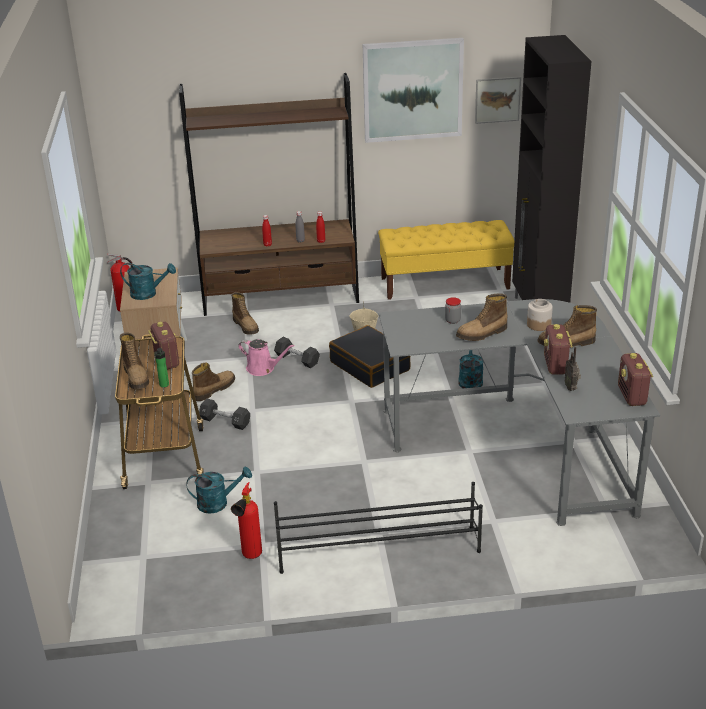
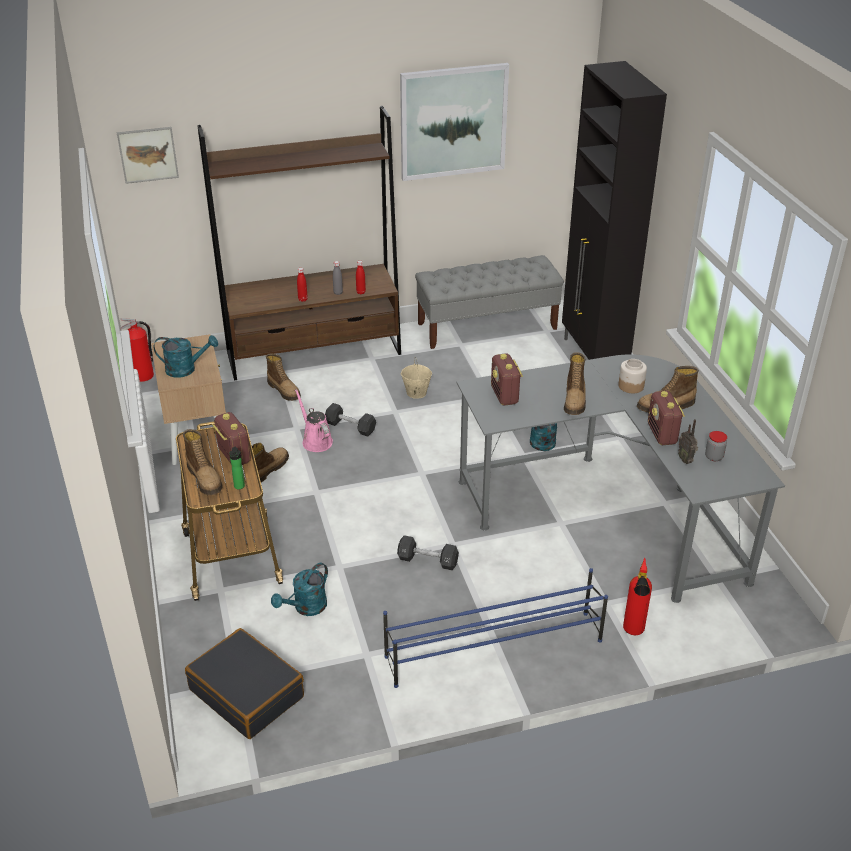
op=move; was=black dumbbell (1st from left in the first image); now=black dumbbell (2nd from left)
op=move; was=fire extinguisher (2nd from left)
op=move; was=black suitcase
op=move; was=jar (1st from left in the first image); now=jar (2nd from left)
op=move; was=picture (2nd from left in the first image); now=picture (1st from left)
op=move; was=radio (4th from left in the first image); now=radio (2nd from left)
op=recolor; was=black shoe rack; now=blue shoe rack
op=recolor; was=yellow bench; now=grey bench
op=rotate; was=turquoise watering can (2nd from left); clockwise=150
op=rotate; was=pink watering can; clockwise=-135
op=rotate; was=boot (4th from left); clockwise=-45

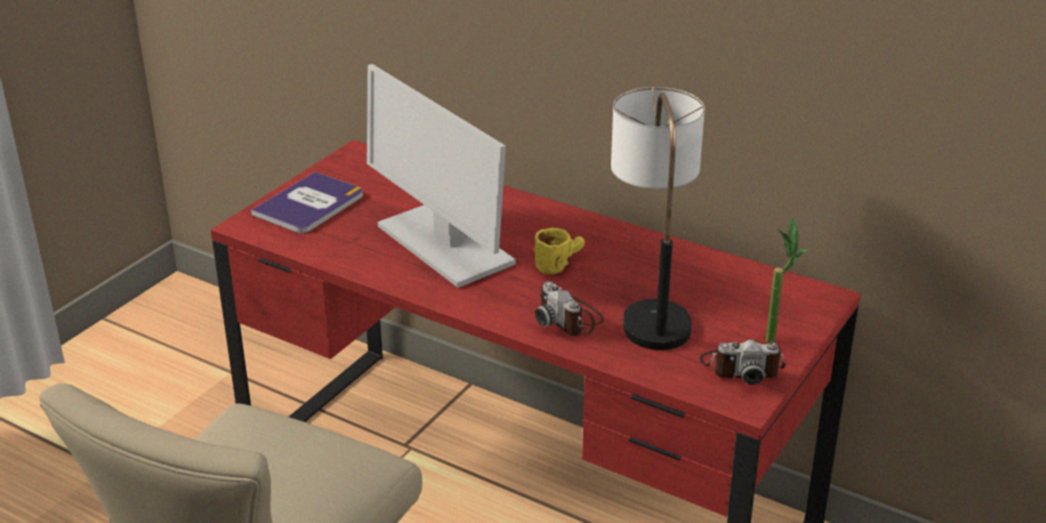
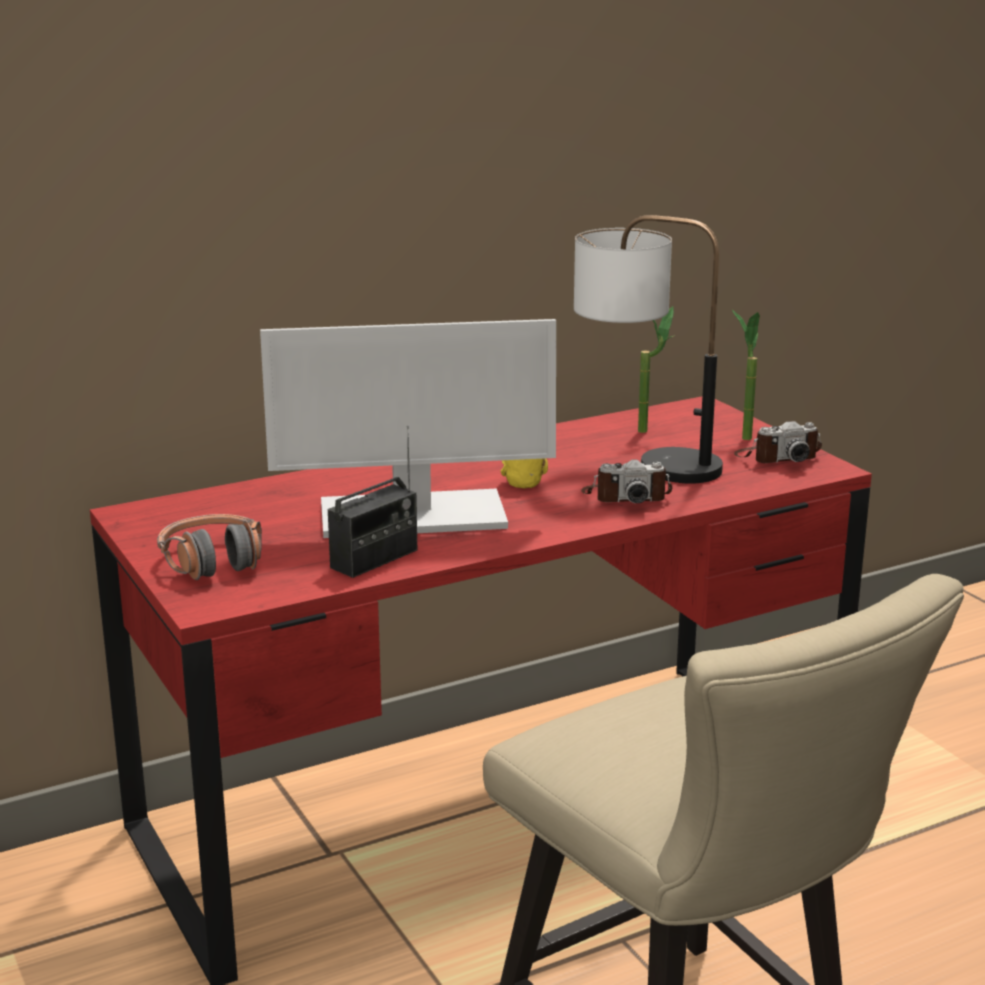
op=insert; now=radio
op=insert; now=potted plant (1st from left)
op=replace; was=book; now=headphones
op=rotate; was=photo camera (2nd from left); clockwise=45

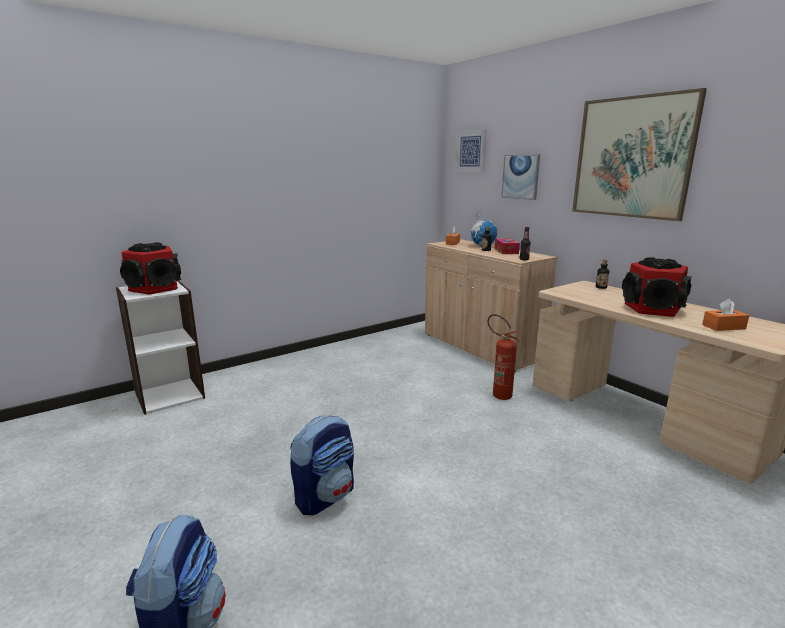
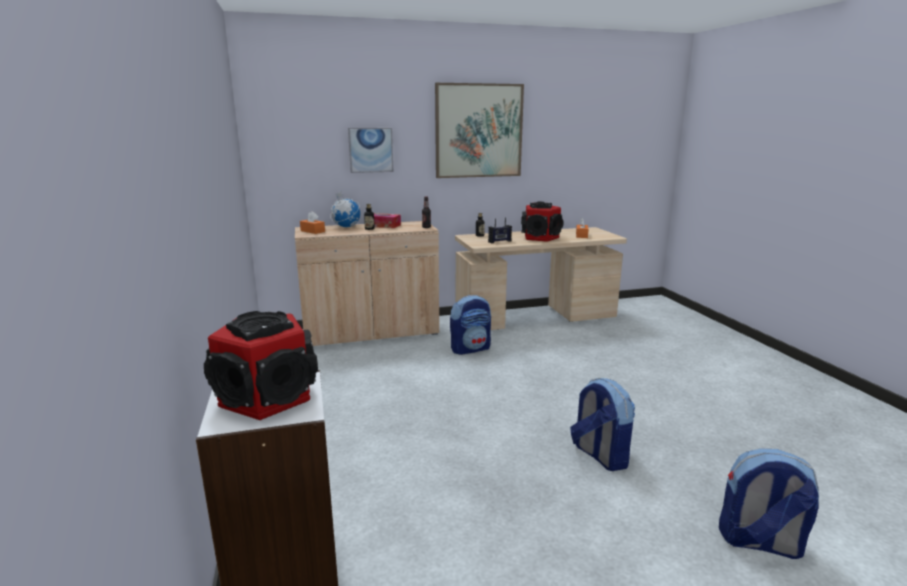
op=delete; was=picture (1st from left)
op=insert; now=radio
op=replace; was=fire extinguisher; now=backpack (1st from left)

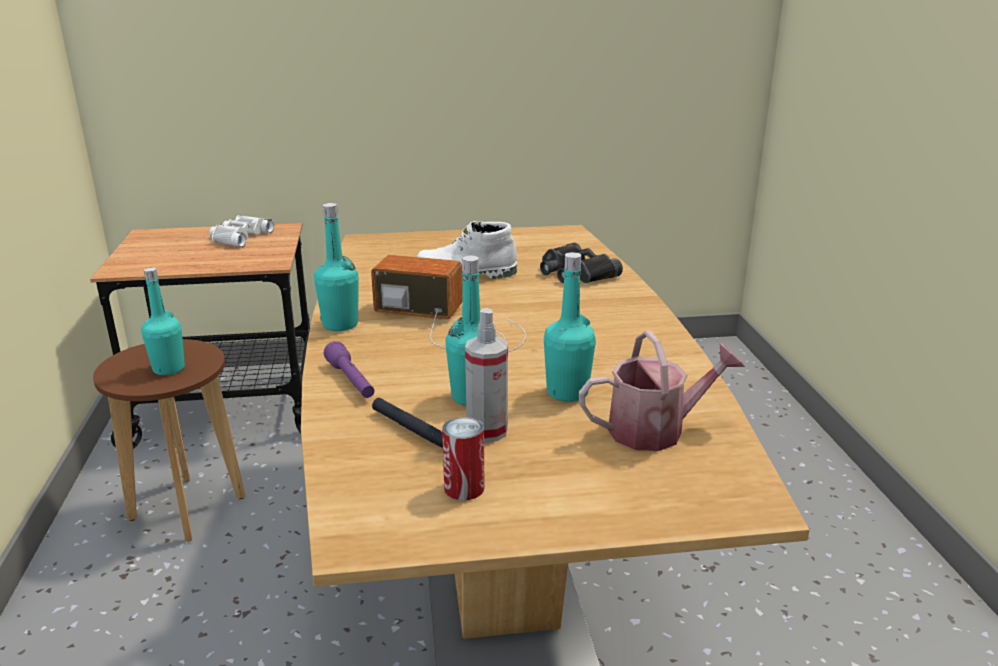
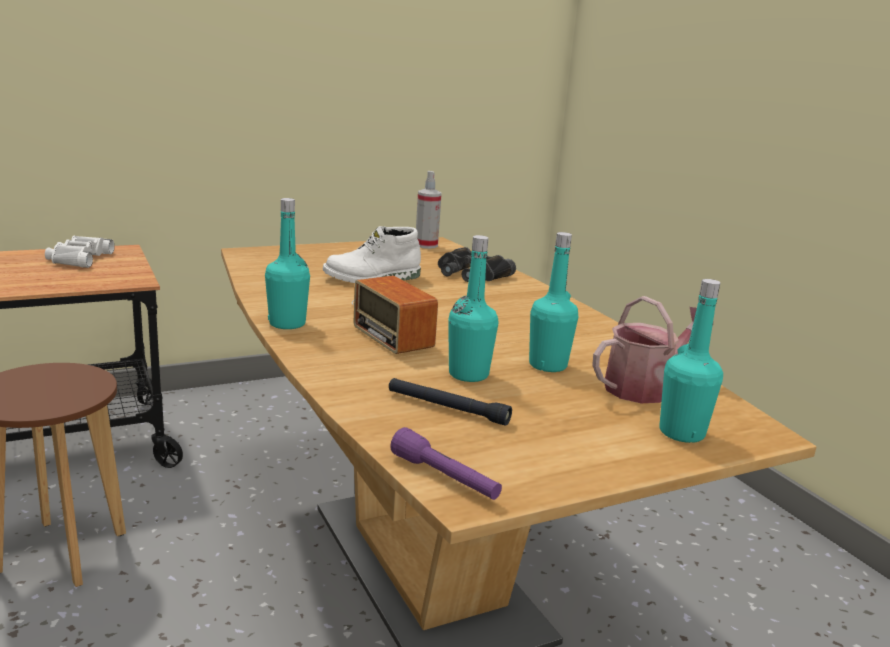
op=delete; was=can
op=move; was=turquoise bottle (1st from left in the first image); now=turquoise bottle (4th from left)
op=move; was=purple flashlight
op=move; was=spray bottle
op=rotate; was=radio; clockwise=-120

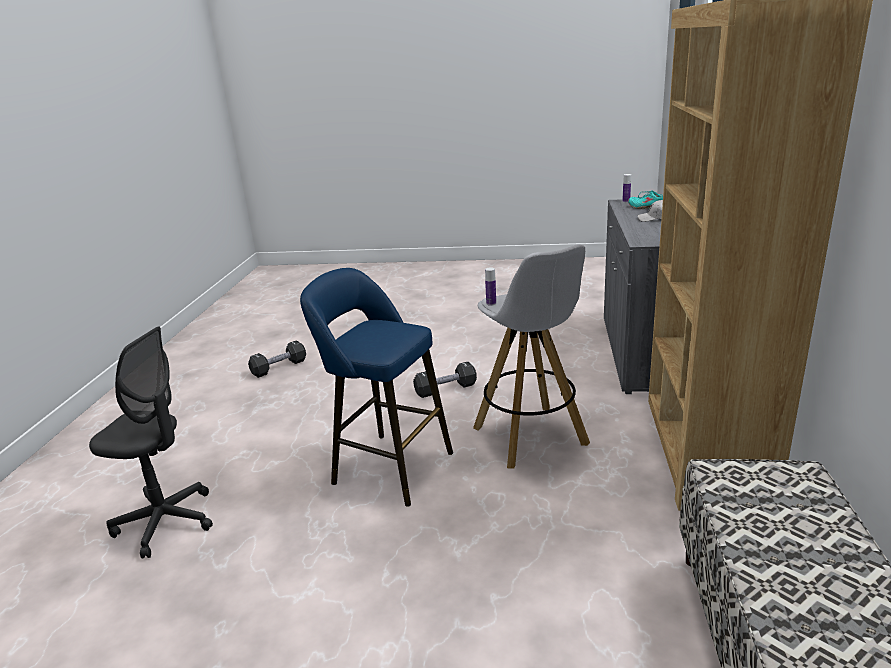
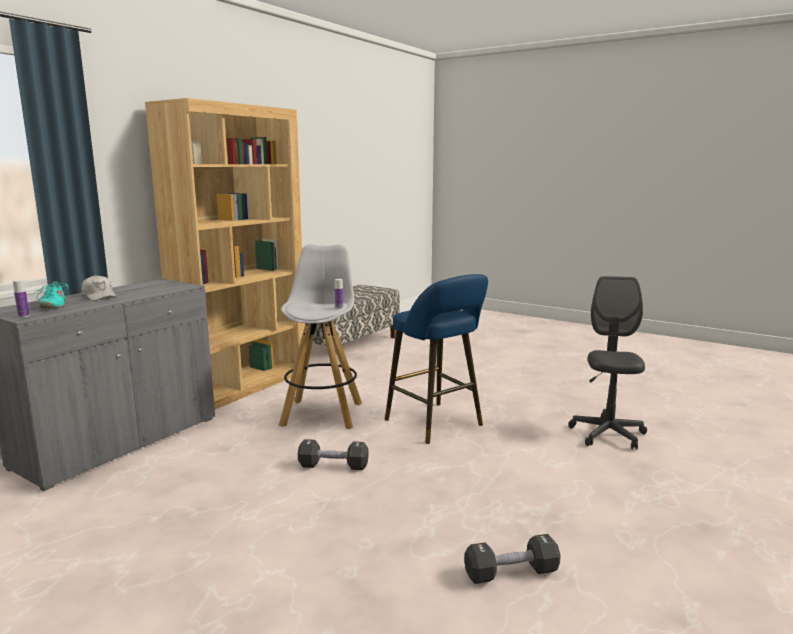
op=rotate; was=grey office chair; clockwise=60

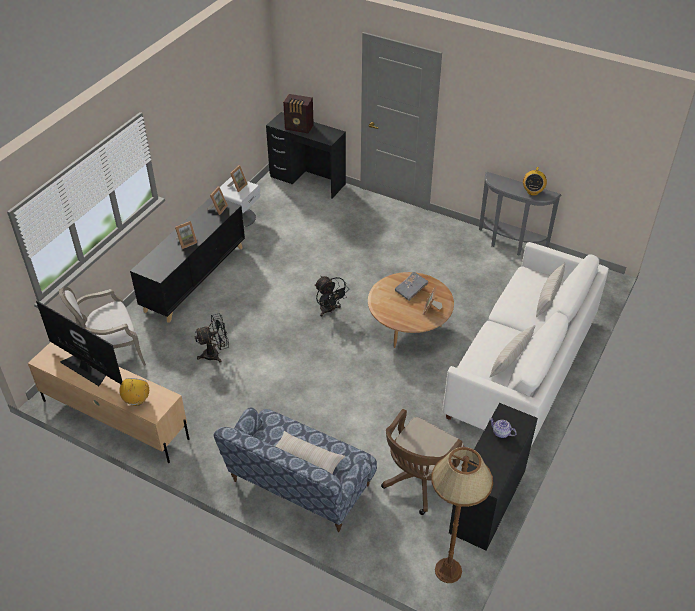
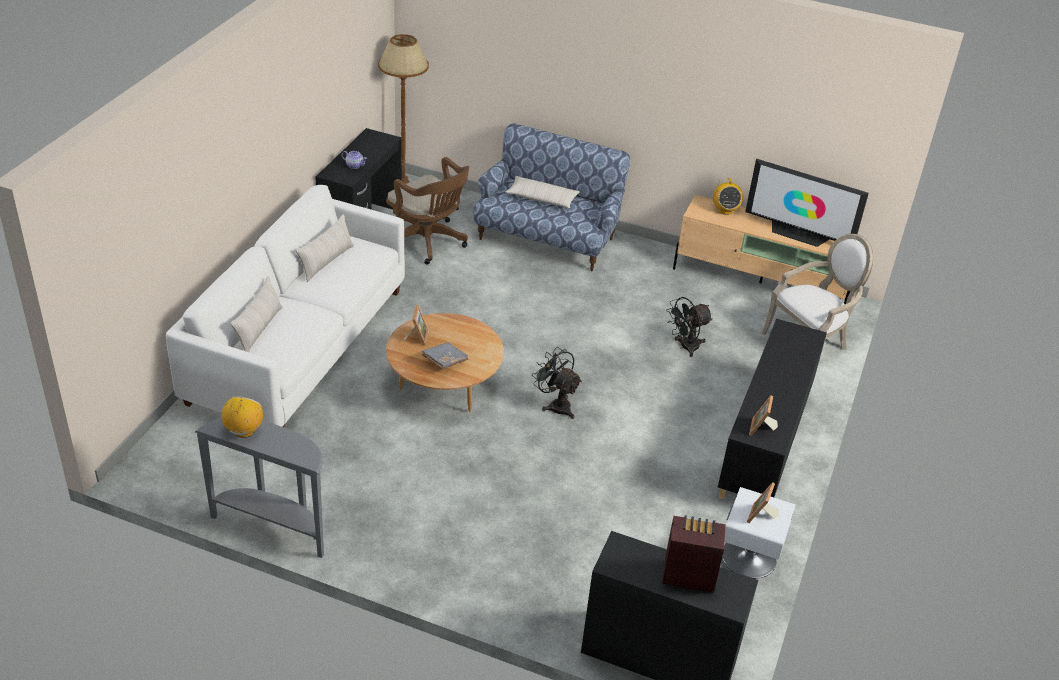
op=delete; was=picture frame (1st from left)
op=rotate; was=brown office chair; clockwise=105

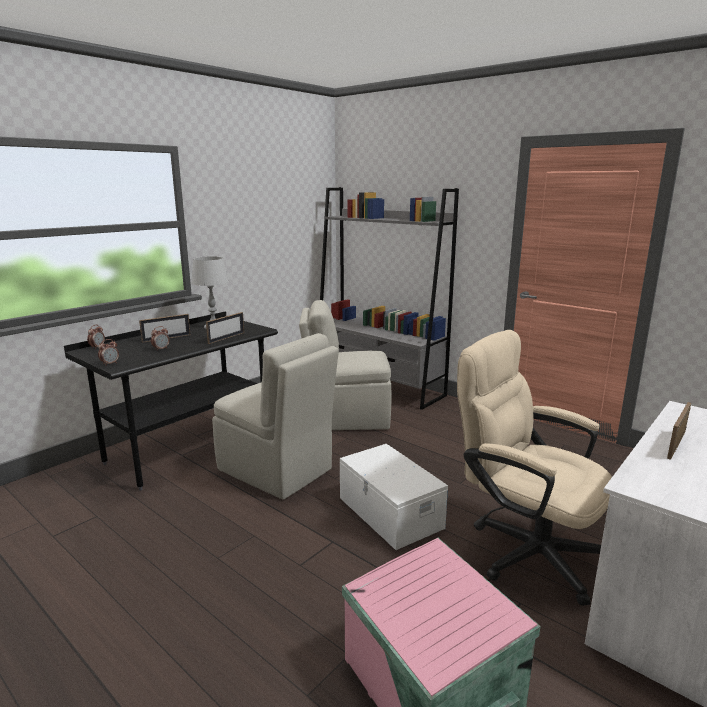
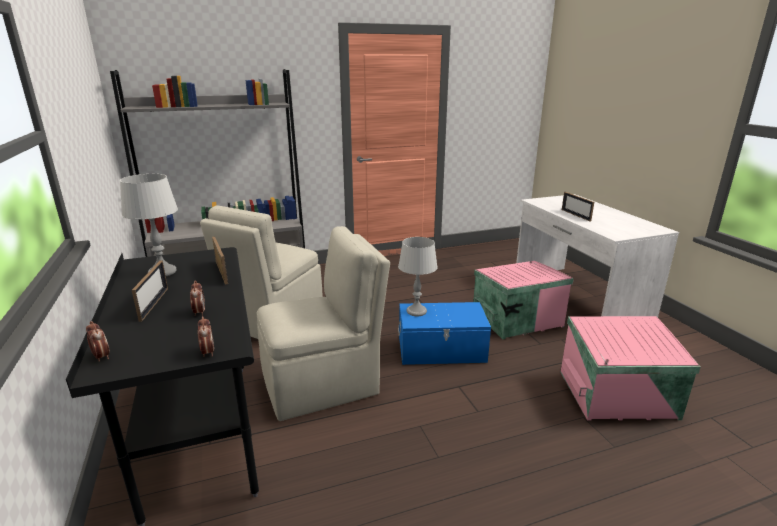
op=insert; now=grey table lamp (2nd from left)
op=replace; was=beige office chair; now=pink storage box (1st from left)
op=recolor; was=white storage box; now=blue storage box

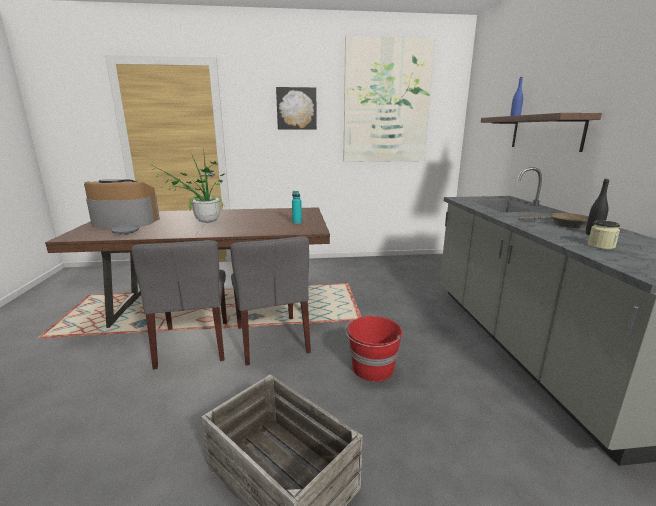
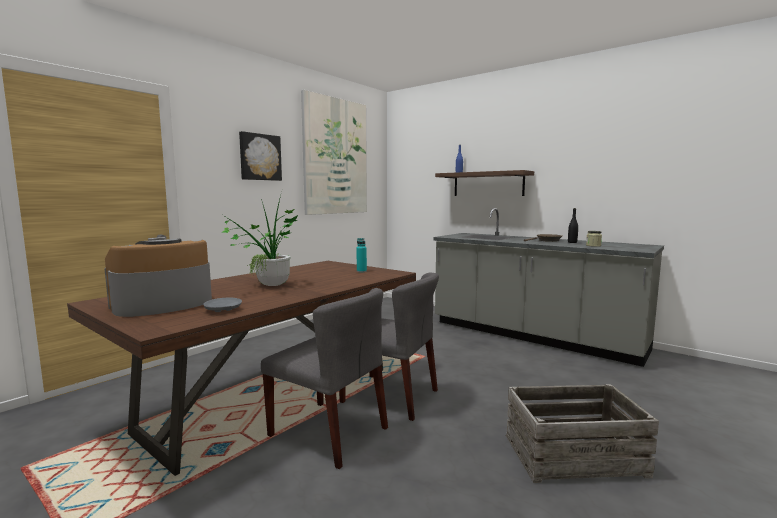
op=delete; was=red bucket

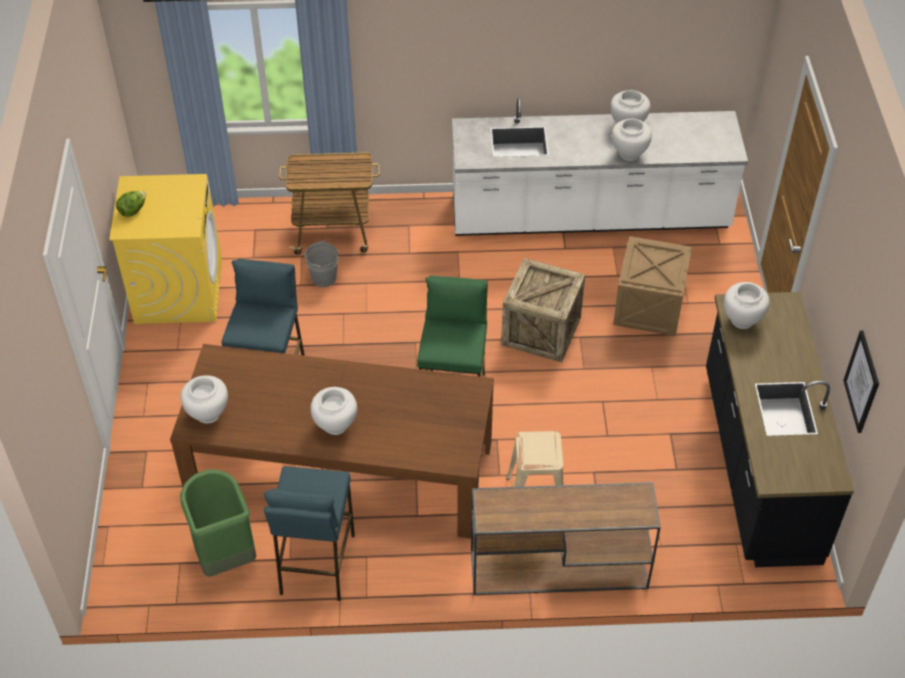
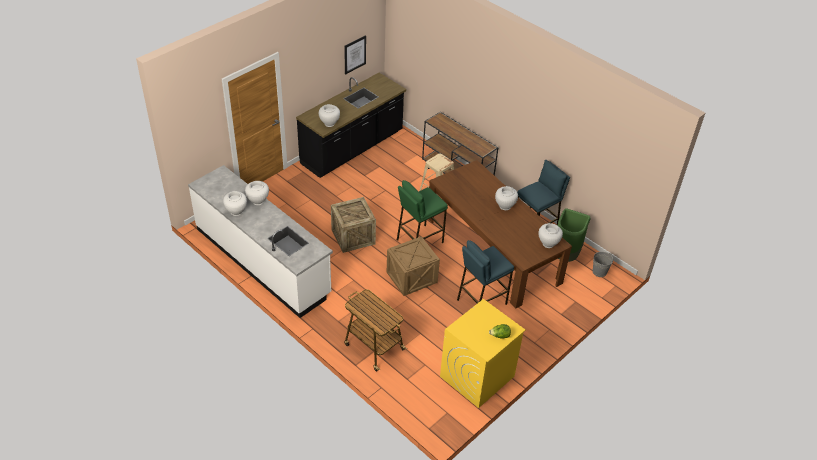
op=move; was=grey bucket
op=move; was=crate (2nd from left)

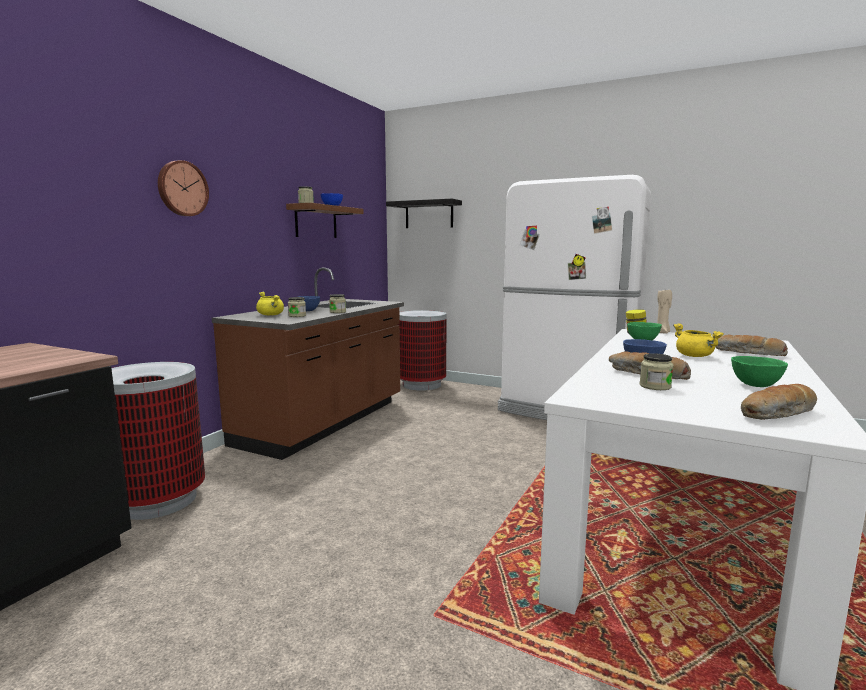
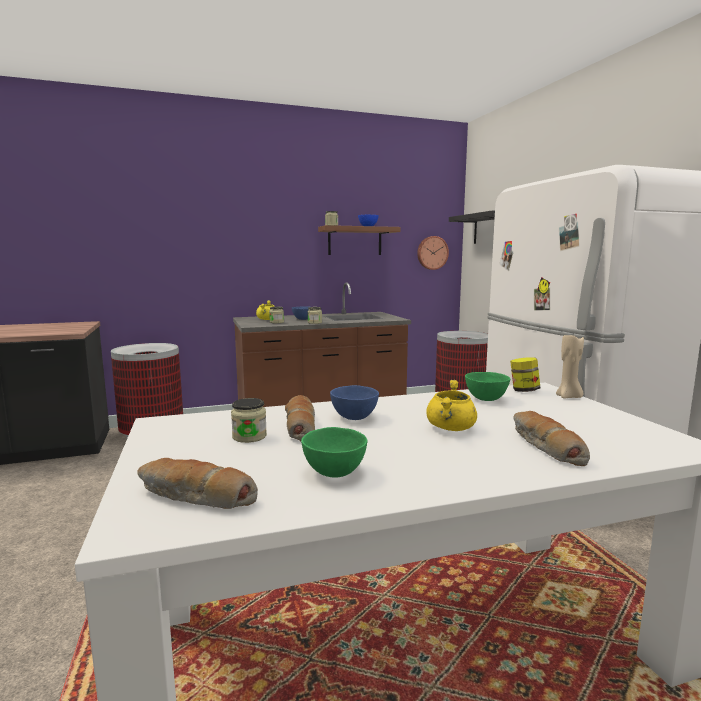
op=move; was=wall clock

